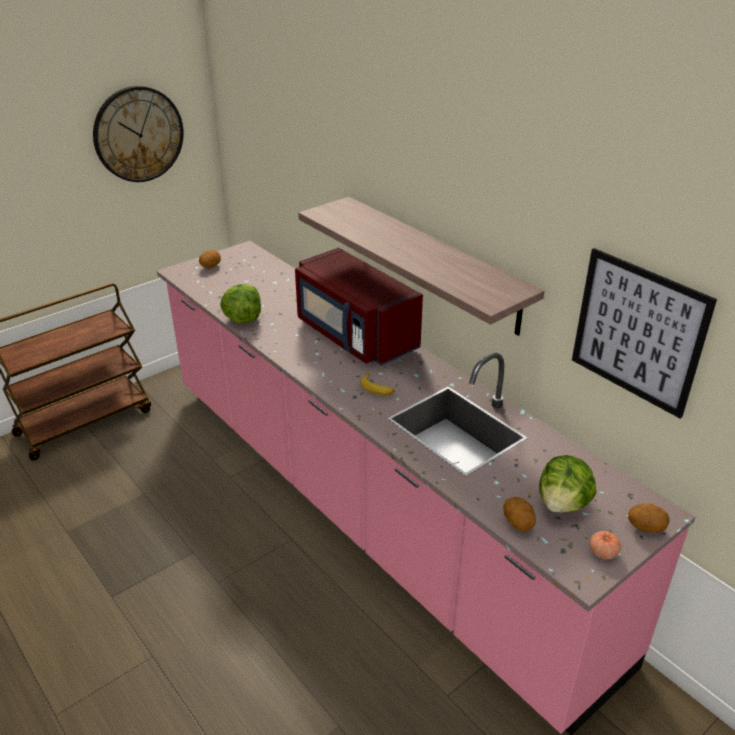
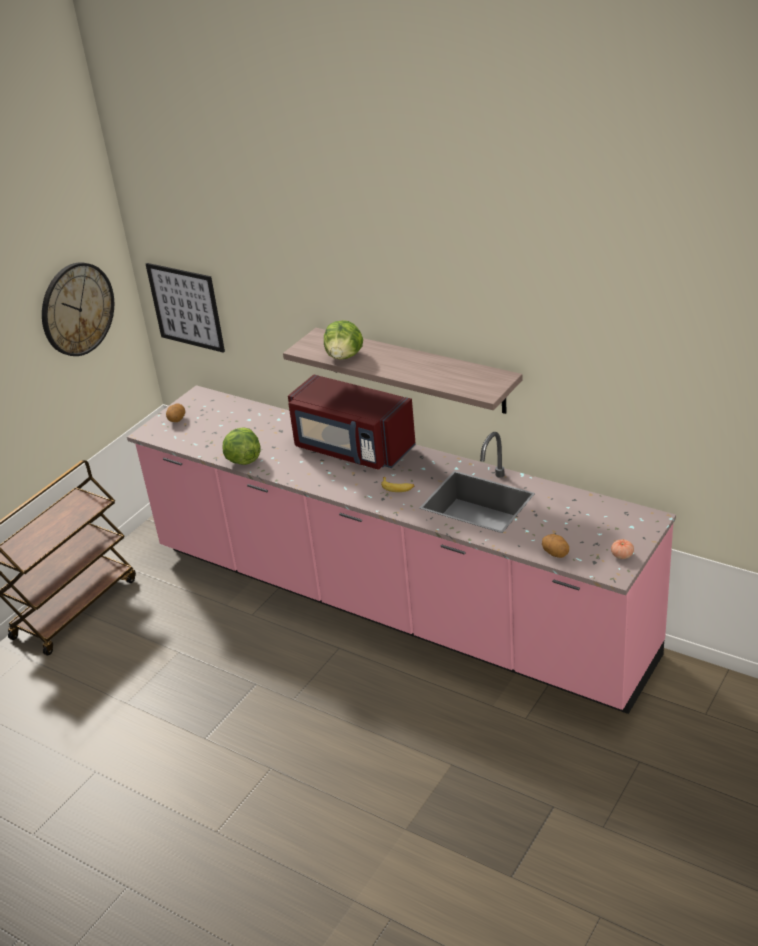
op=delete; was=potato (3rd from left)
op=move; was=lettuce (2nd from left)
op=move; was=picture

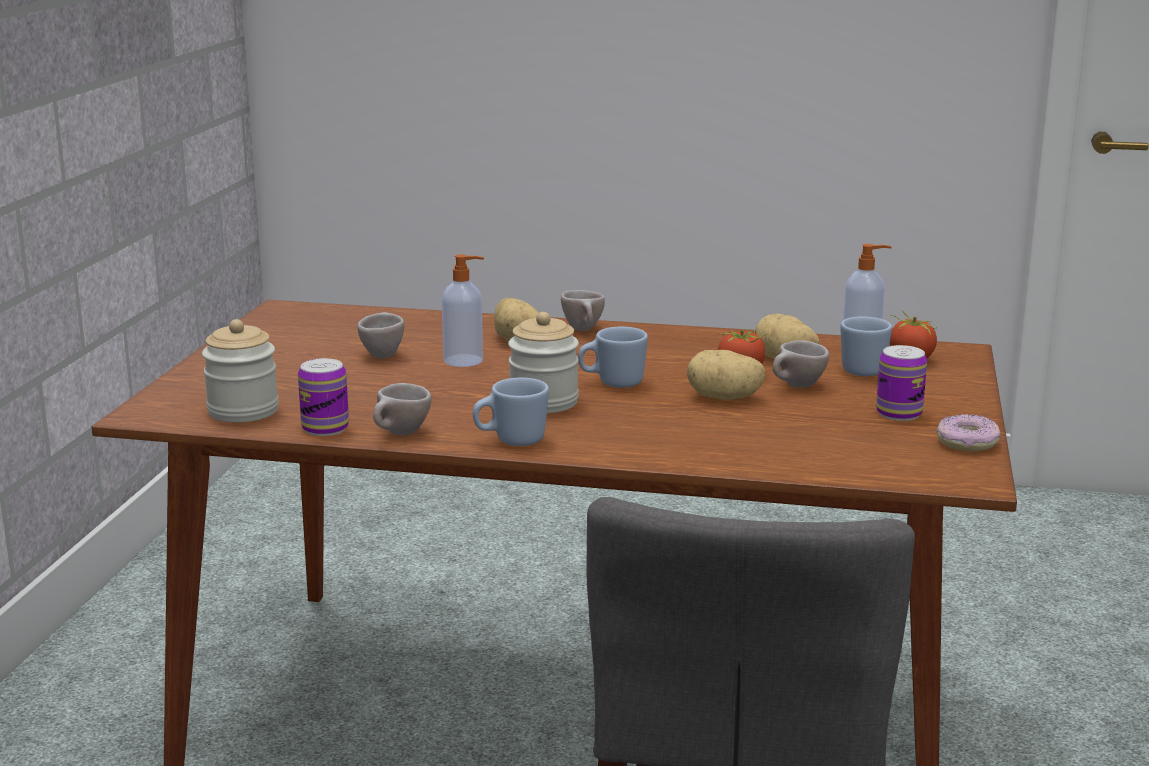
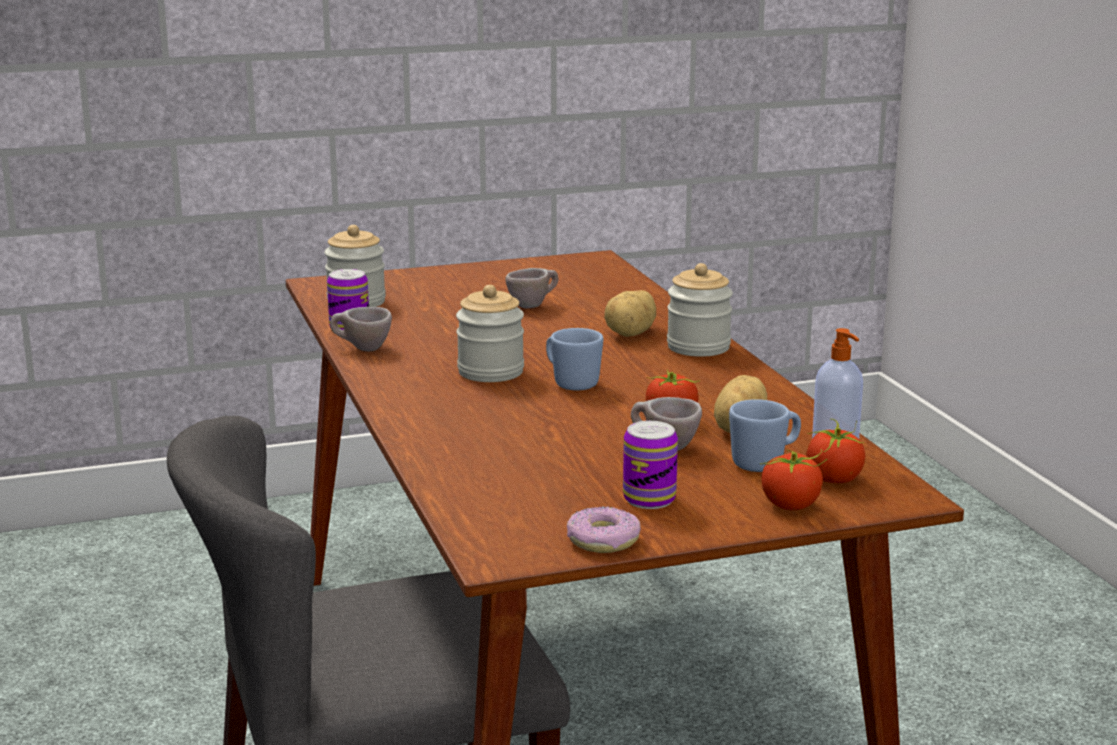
op=delete; was=soap dispenser (1st from left)
op=delete; was=blue mug (1st from left)
op=delete; was=potato (2nd from left)
op=insert; now=tomato (2nd from left)
op=replace; was=beige cup (3rd from left); now=jar (3rd from left)

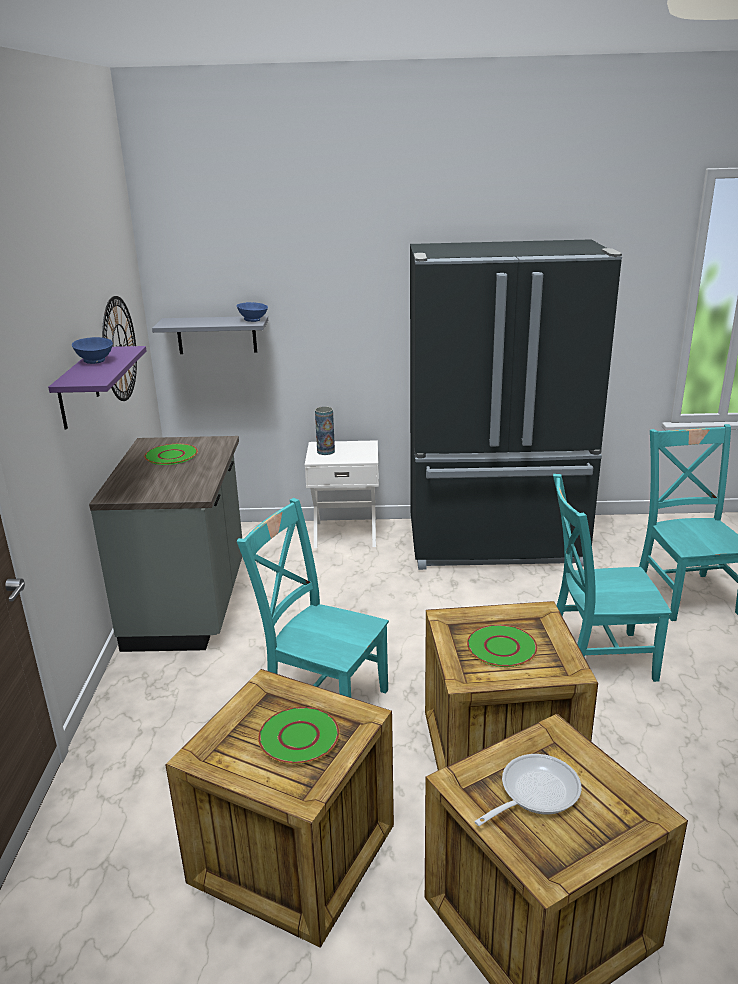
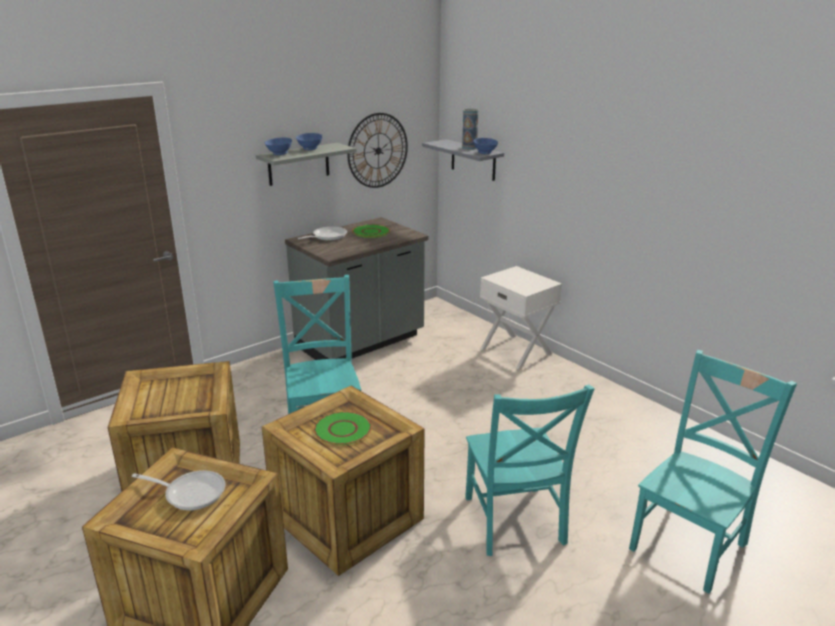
op=delete; was=green plate (2nd from left)
op=delete; was=black fridge
op=insert; now=blue bowl (1st from left)
op=insert; now=frying pan (2nd from left)
op=move; was=vase
op=recolor; was=purple shelf; now=grey shelf (1st from left)
op=rotate; was=turquoise chair (2nd from left); clockwise=-150

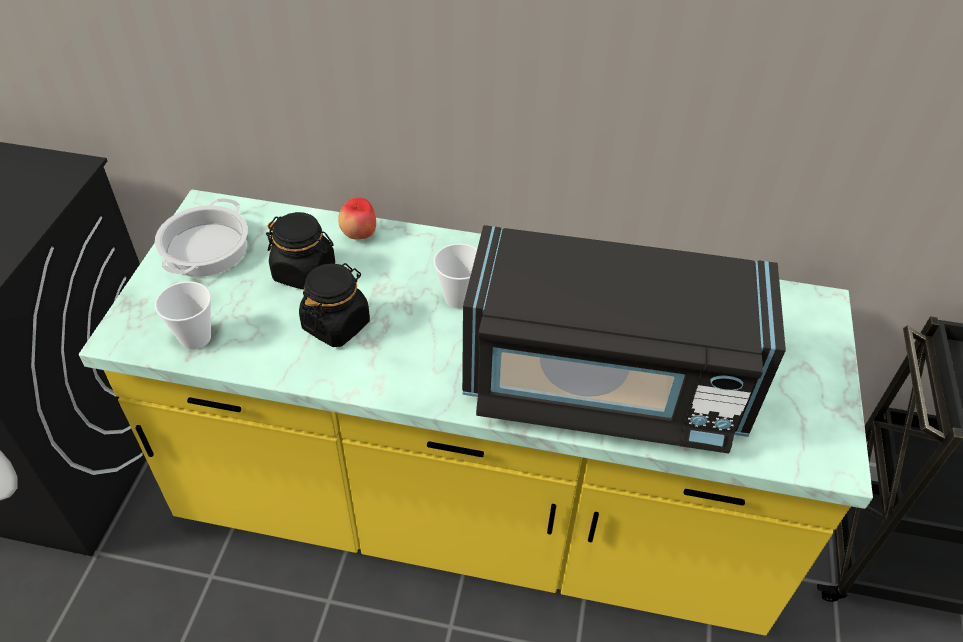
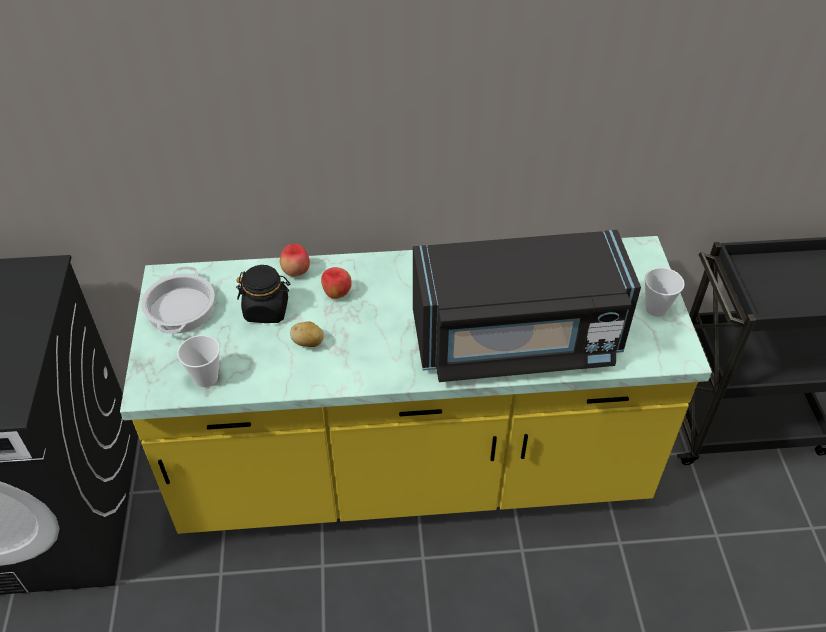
op=insert; now=apple (2nd from left)
op=move; was=cup (2nd from left)
op=replace; was=black jar (2nd from left); now=potato

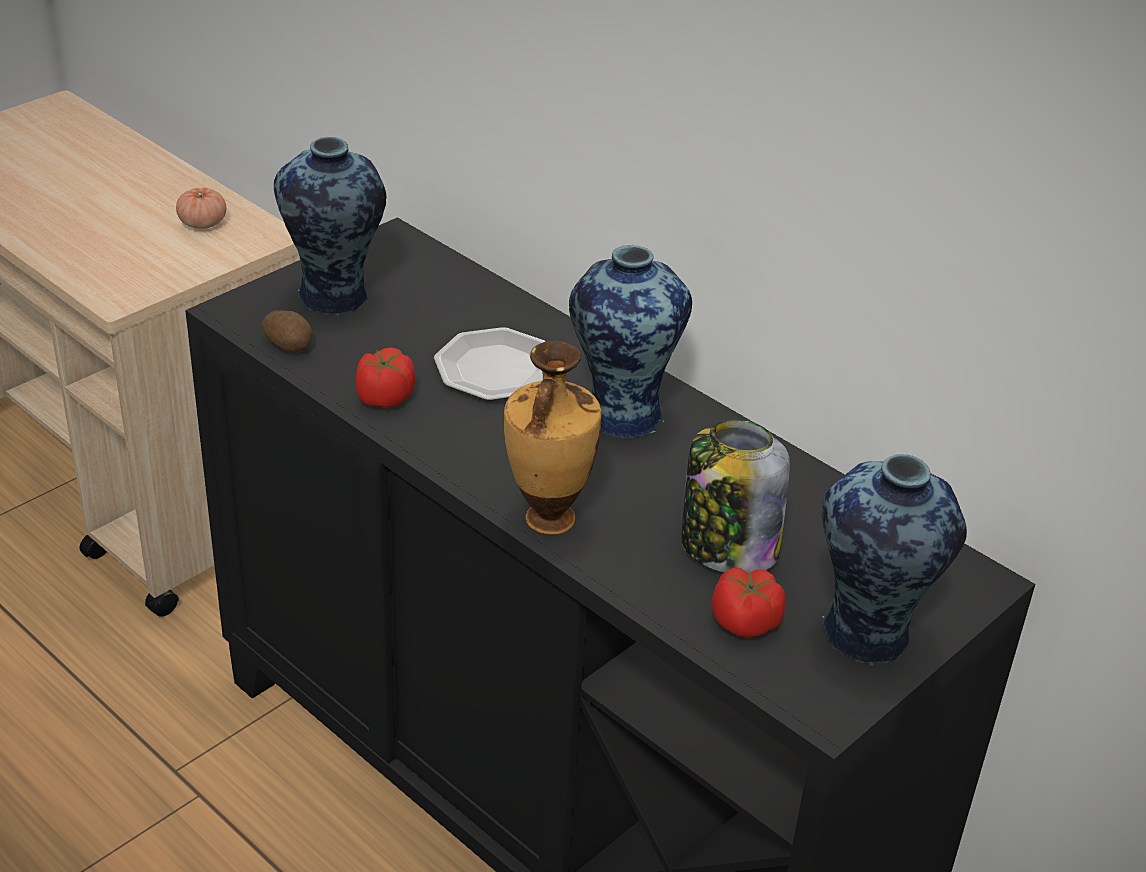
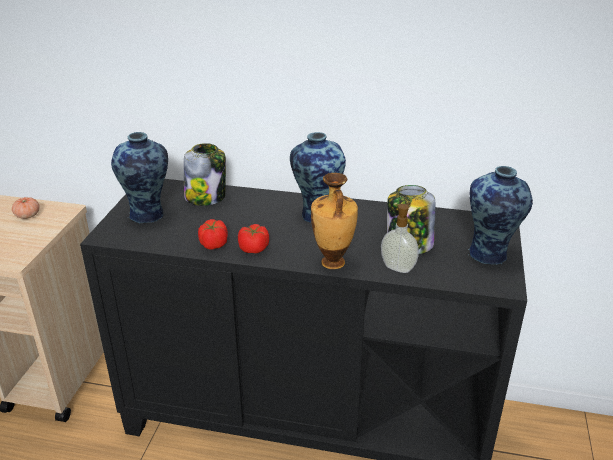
op=delete; was=potato
op=delete; was=plate
op=insert; now=jar (1st from left)
op=insert; now=soap dispenser
op=move; was=tomato (3rd from left)

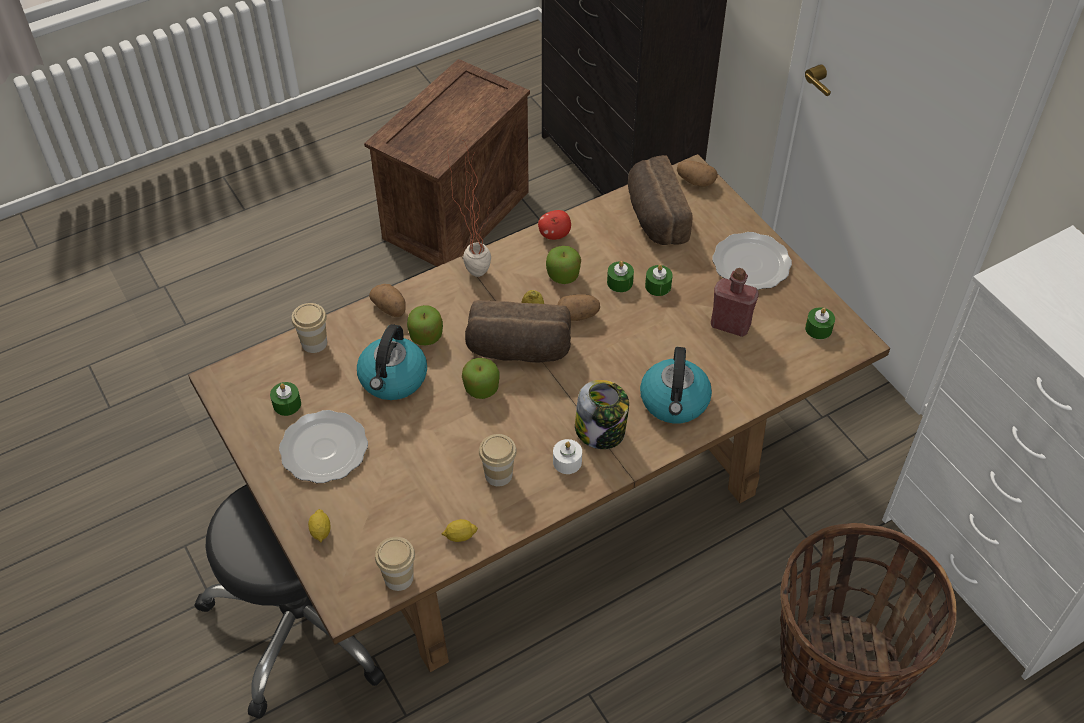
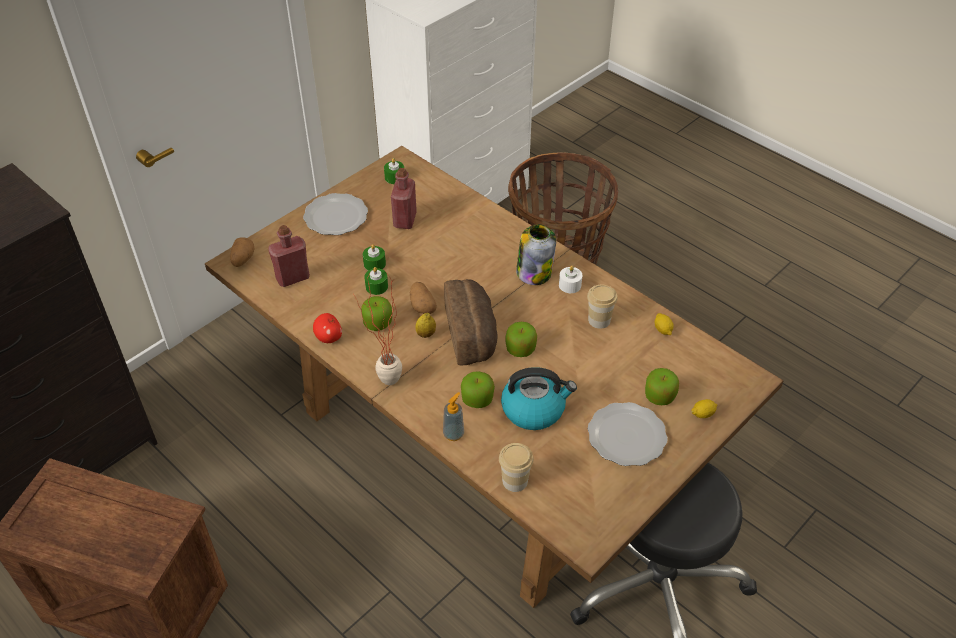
op=delete; was=green candle (1st from left)
op=delete; was=cup (2nd from left)
op=delete; was=kettle (2nd from left)
op=insert; now=apple (5th from left)
op=replace; was=potato (1st from left); now=soap dispenser
op=replace; was=bread (2nd from left); now=red bottle (1st from left)

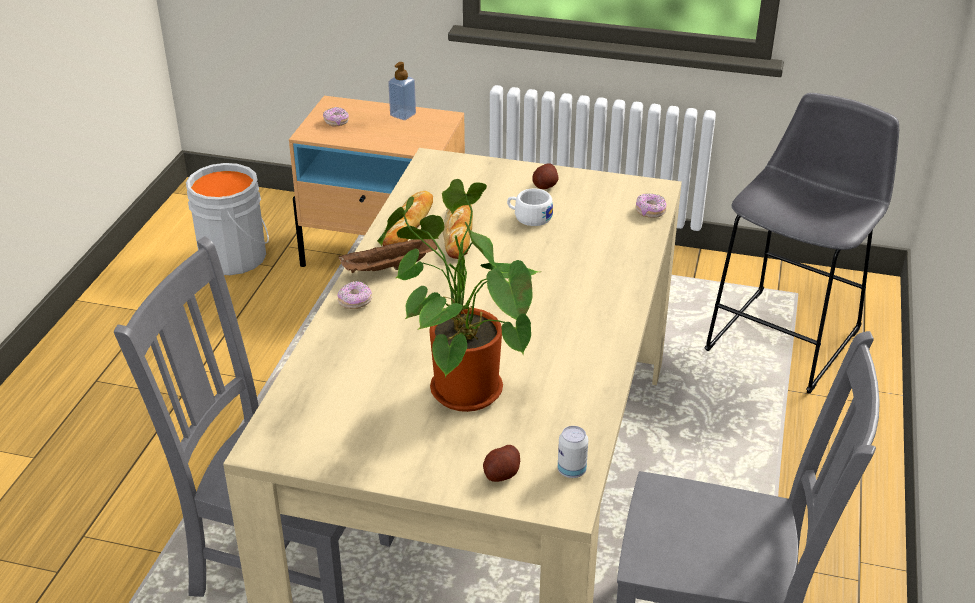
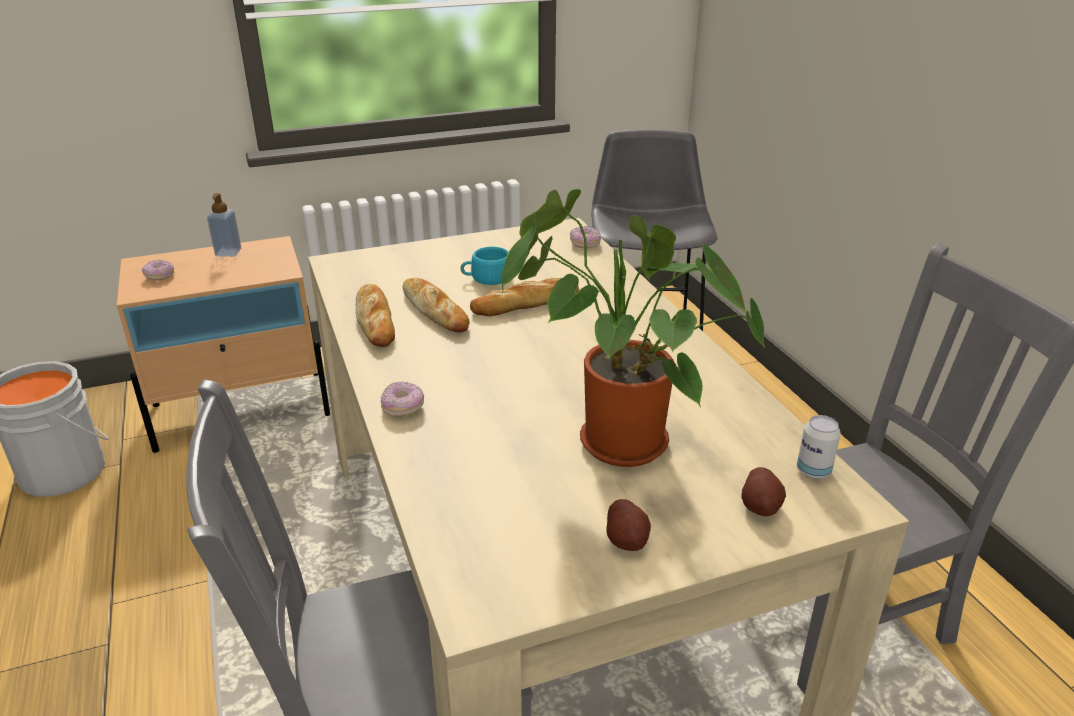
op=delete; was=brown tray
op=insert; now=bread (3rd from left)
op=move; was=potato (2nd from left in the first image); now=potato (1st from left)
op=recolor; was=white cup; now=turquoise cup

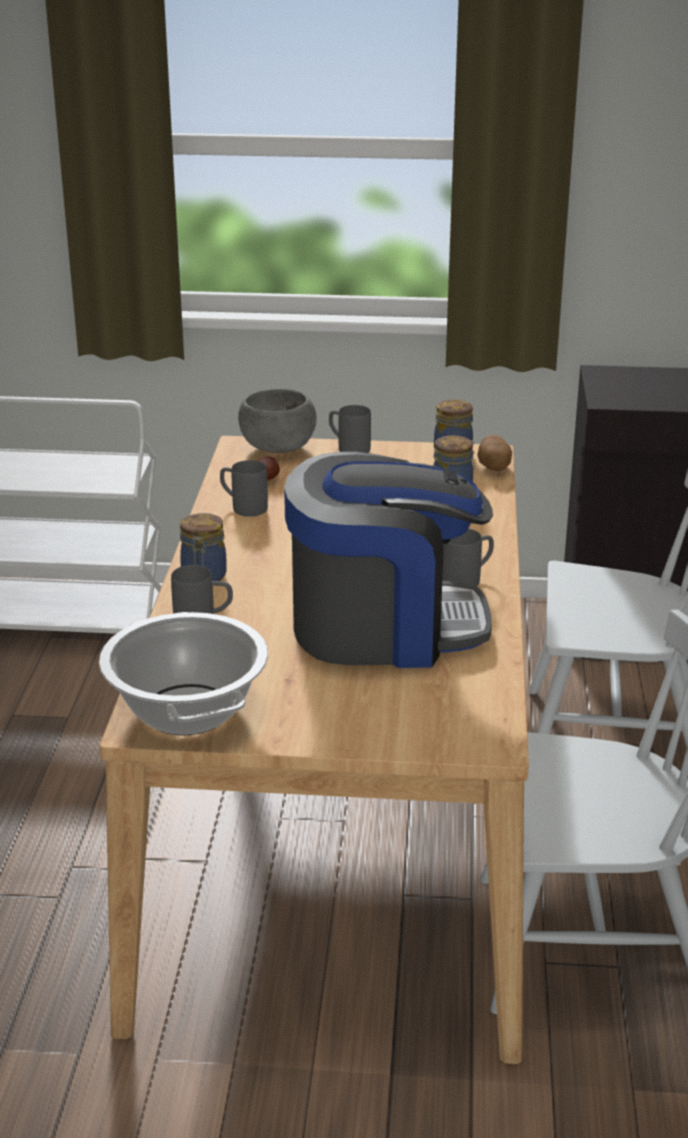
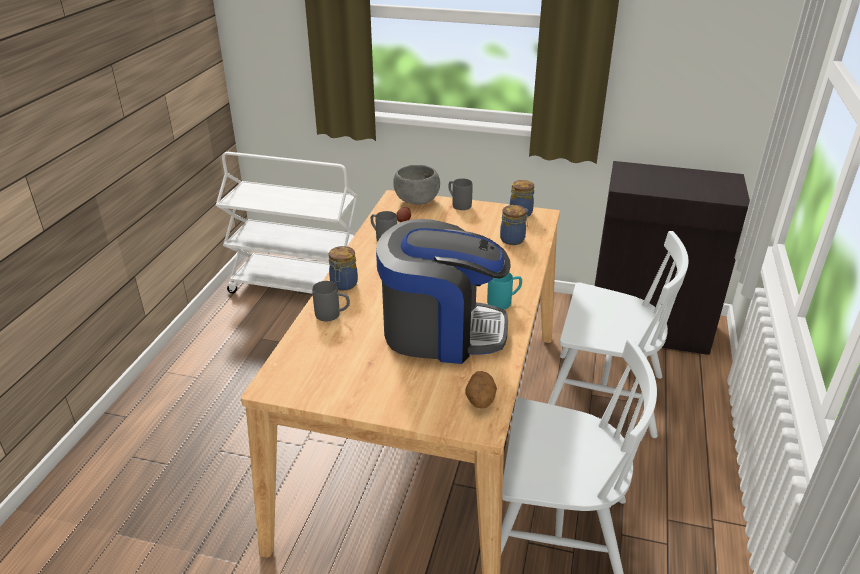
op=delete; was=cooking pot
op=move; was=potato (2nd from left)
op=recolor; was=grey mug (4th from left); now=turquoise mug

